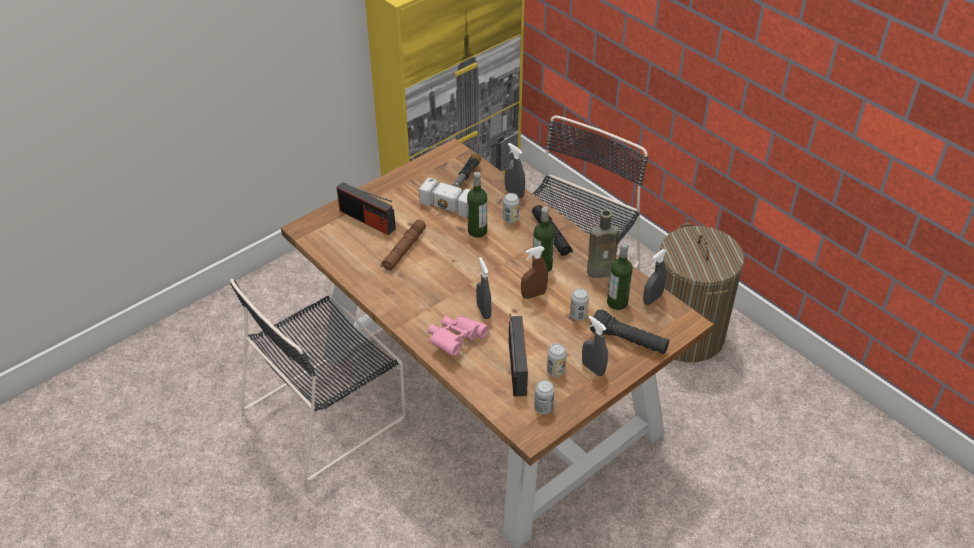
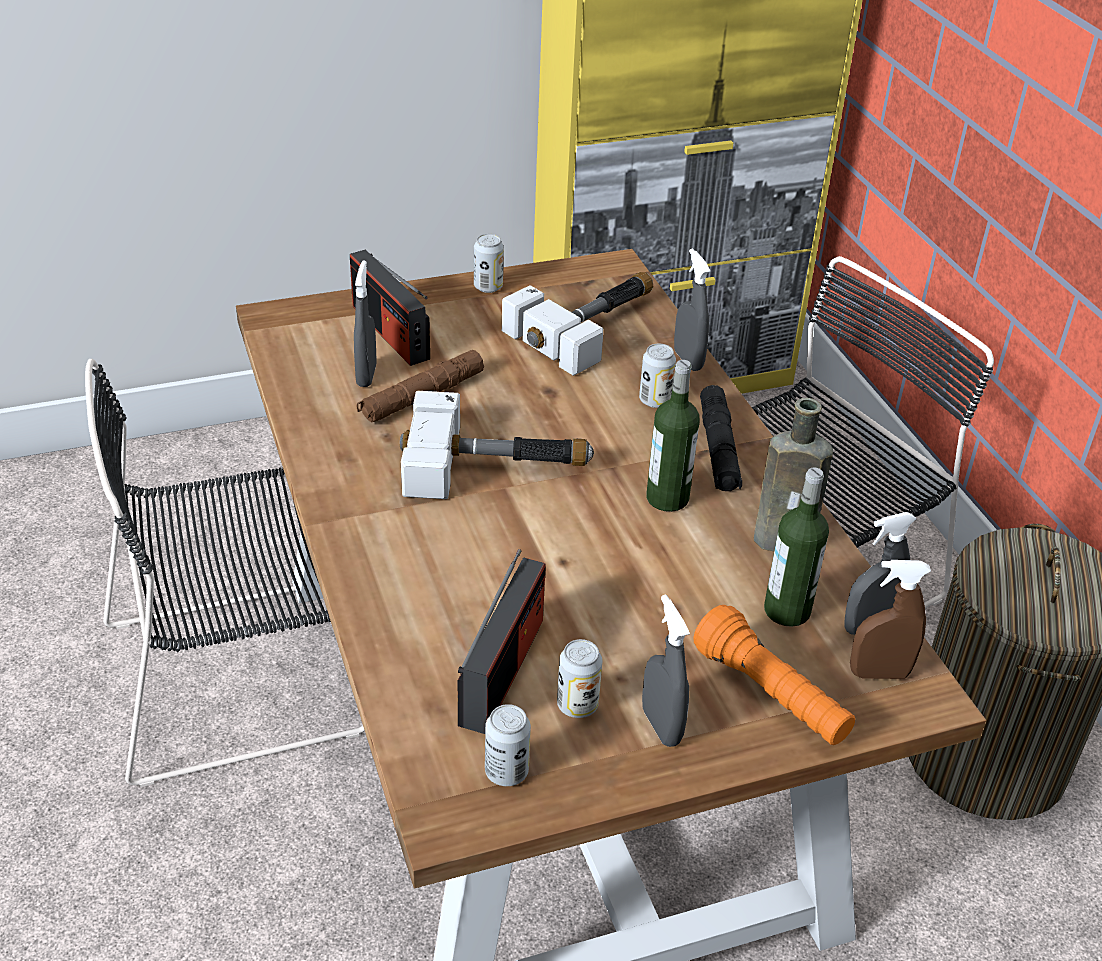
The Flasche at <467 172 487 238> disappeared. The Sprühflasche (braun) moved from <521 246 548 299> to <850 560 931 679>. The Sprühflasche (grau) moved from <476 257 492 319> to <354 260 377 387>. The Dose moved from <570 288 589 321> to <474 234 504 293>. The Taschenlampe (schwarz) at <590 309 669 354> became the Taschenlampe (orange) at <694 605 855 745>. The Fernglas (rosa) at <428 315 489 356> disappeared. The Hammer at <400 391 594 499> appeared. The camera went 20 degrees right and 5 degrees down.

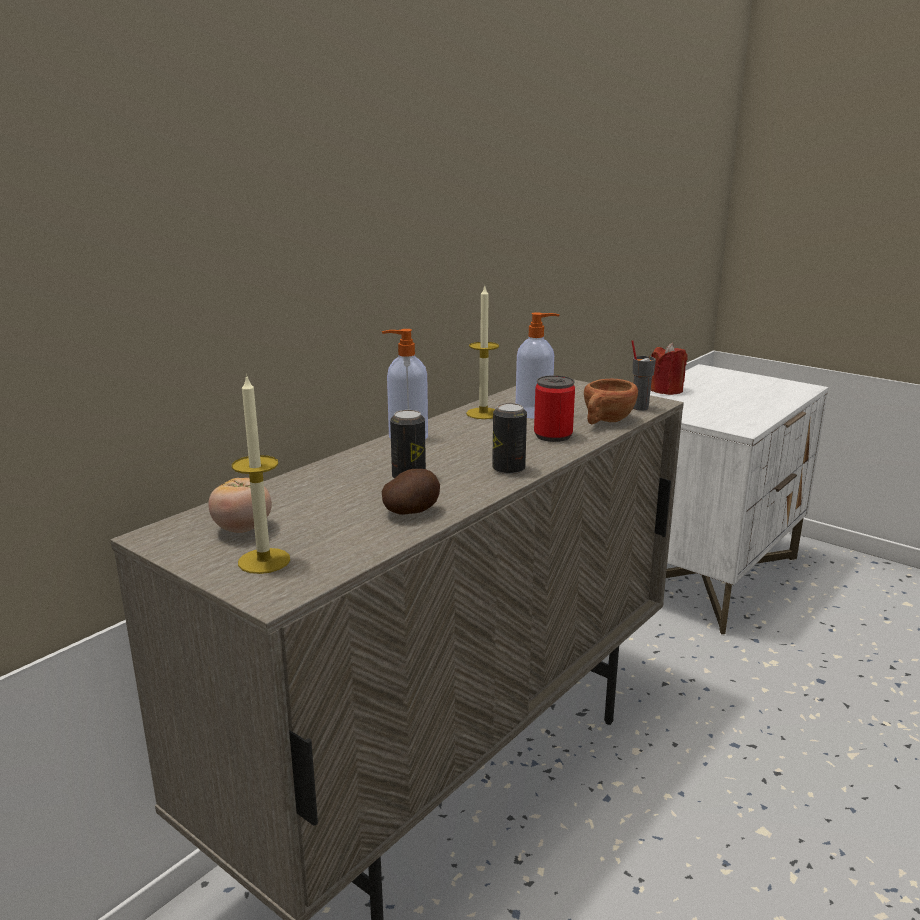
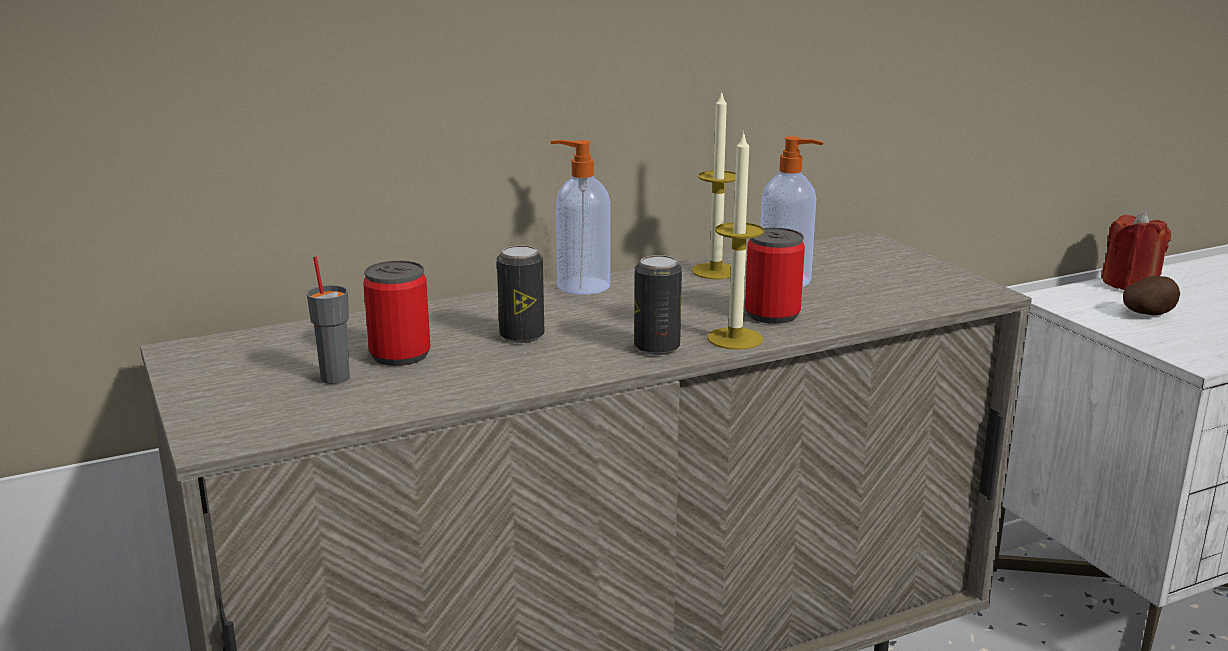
The Tasse (grau) moved from <631 340 656 411> to <307 256 350 384>. The Kerze moved from <232 374 290 574> to <707 131 764 350>. The Tasse (braun) at <584 379 638 424> disappeared. The Kartoffel moved from <382 469 440 514> to <1123 276 1180 315>. The Tomate at <208 478 272 533> disappeared. The Dose at <363 261 430 366> appeared. The camera went 25 degrees right and 0 degrees up.

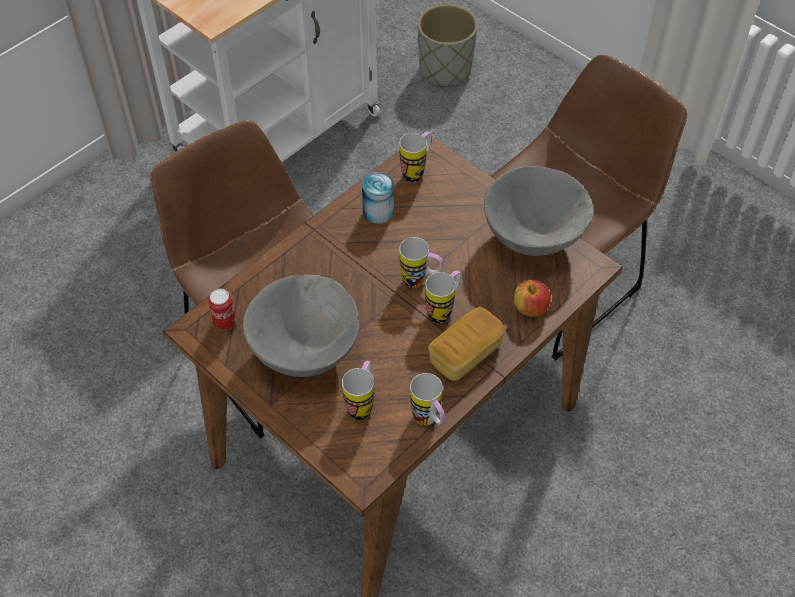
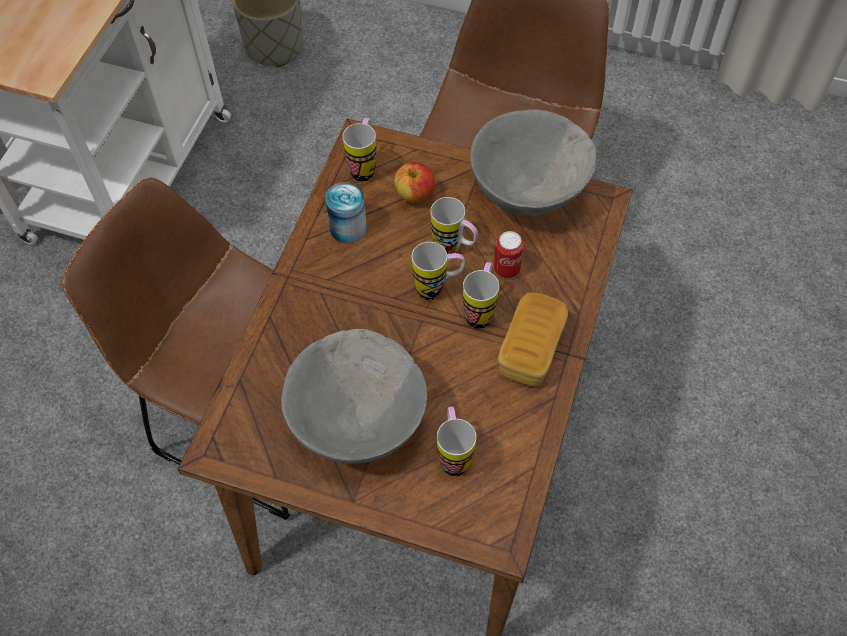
The Apfel moved from <514 279 551 317> to <394 162 435 203>. The Dose moved from <208 289 236 330> to <494 231 524 278>. The Henkelbecher moved from <410 373 445 425> to <430 197 478 254>. The camera went 25 degrees left and 5 degrees up.

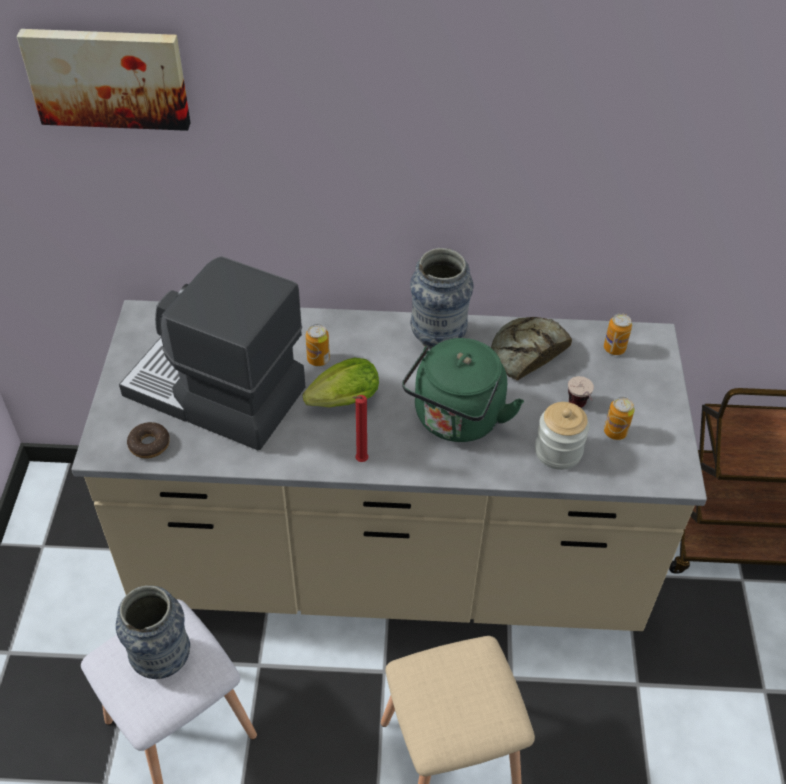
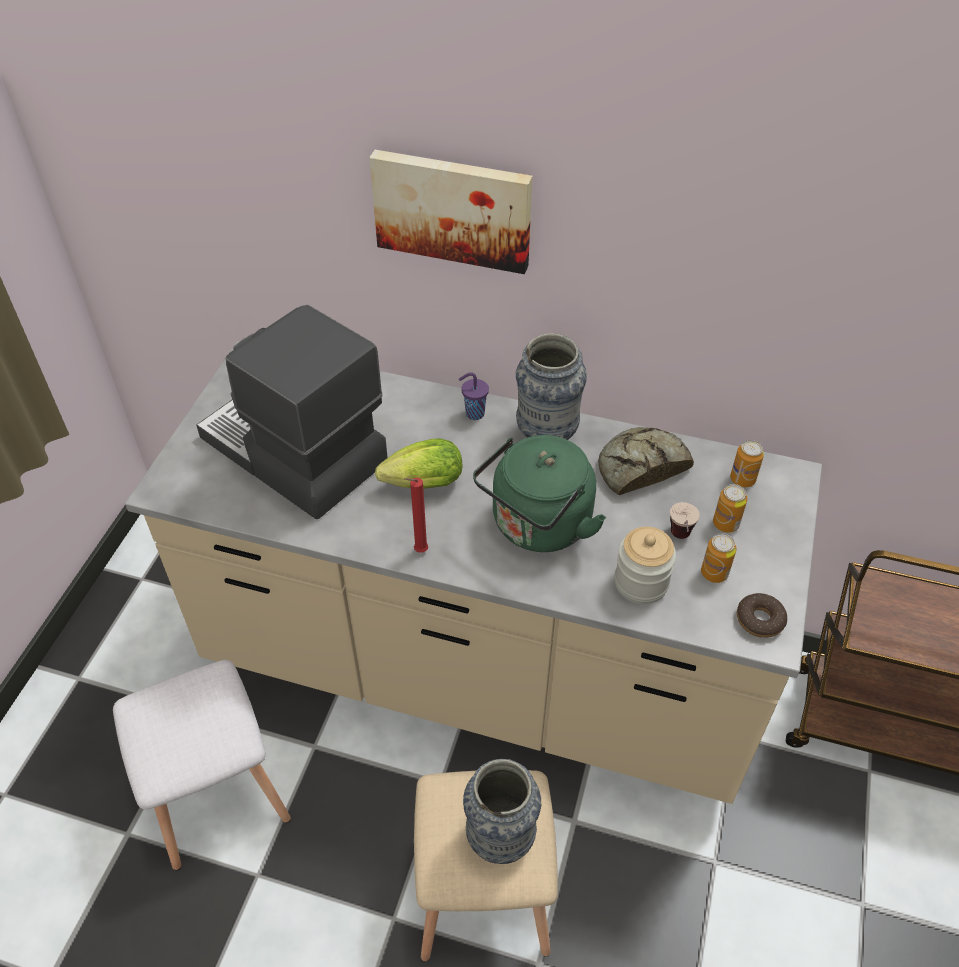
The Bild moved from <17 29 191 131> to <369 150 532 274>. The Dose moved from <306 324 330 366> to <713 484 747 532>. The Donut moved from <127 422 170 459> to <737 593 787 638>. The Vase moved from <116 585 190 679> to <463 759 541 864>. The Tasse (lila) at <459 372 489 420> appeared. The camera went 15 degrees right and 0 degrees up.

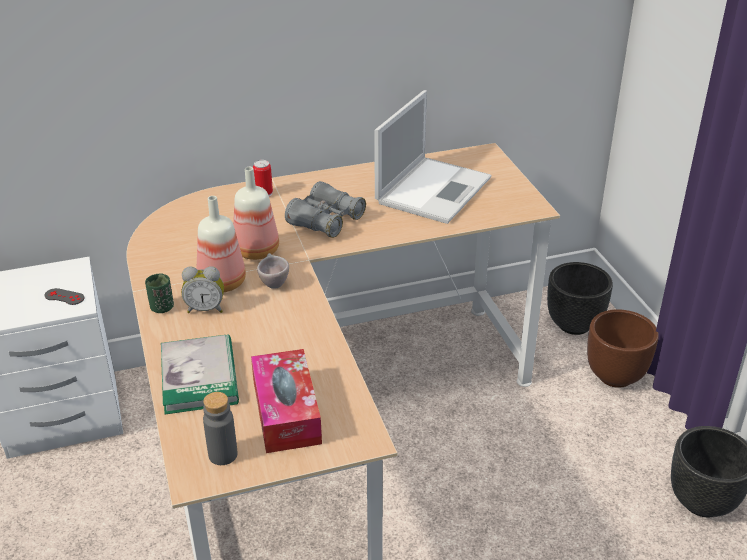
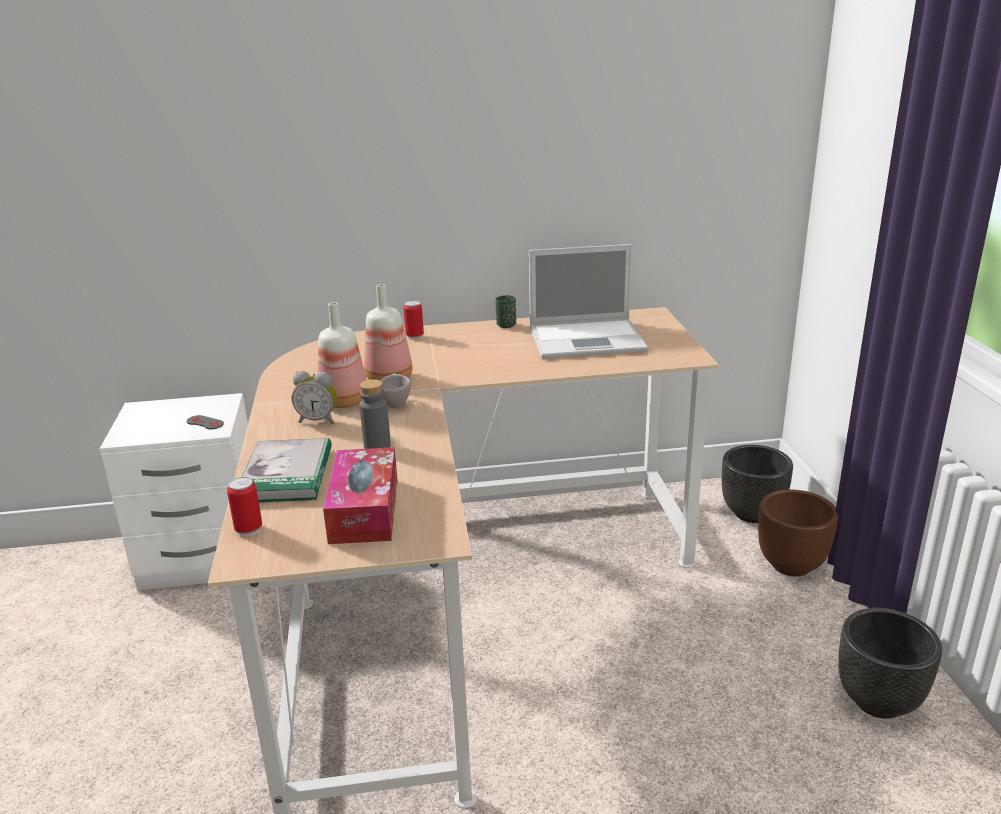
The Laptop at <374 90 492 224> turned 45 degrees clockwise. The Fernglas (grau) at <285 181 366 238> disappeared. The Tasse (grün) moved from <145 274 174 313> to <495 295 516 328>. The Flasche (grau) moved from <203 392 238 465> to <359 379 391 449>. The Dose at <227 477 262 537> appeared. The camera went 10 degrees right and 10 degrees down.

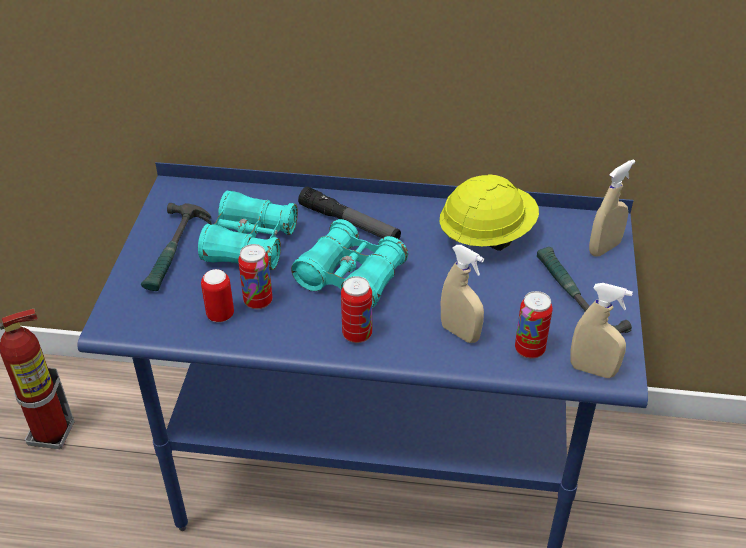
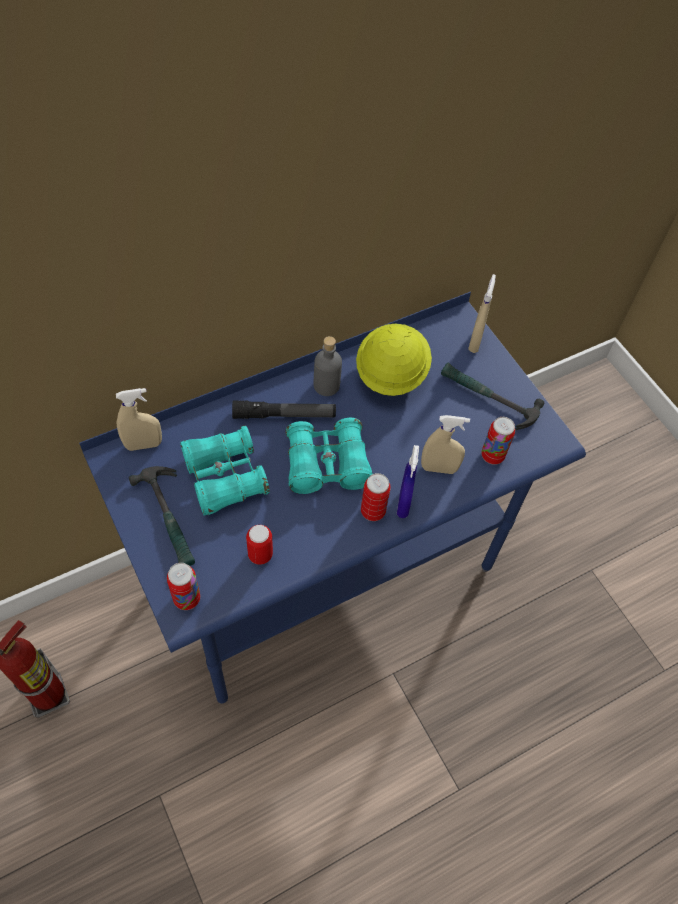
The Dose moved from <238 244 273 309> to <167 563 200 610>. The Sprühflasche (beige) moved from <571 283 633 378> to <116 388 162 451>. The Flasche (grau) at <314 336 342 396> appeared. The Sprühflasche (blau) at <397 445 419 518> appeared. The camera went 40 degrees left and 15 degrees up.

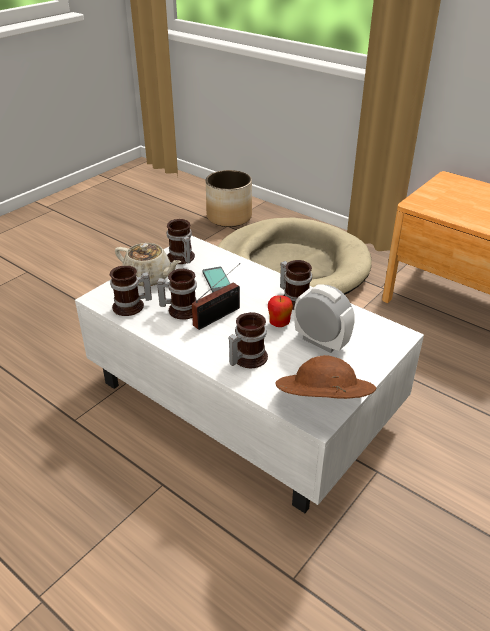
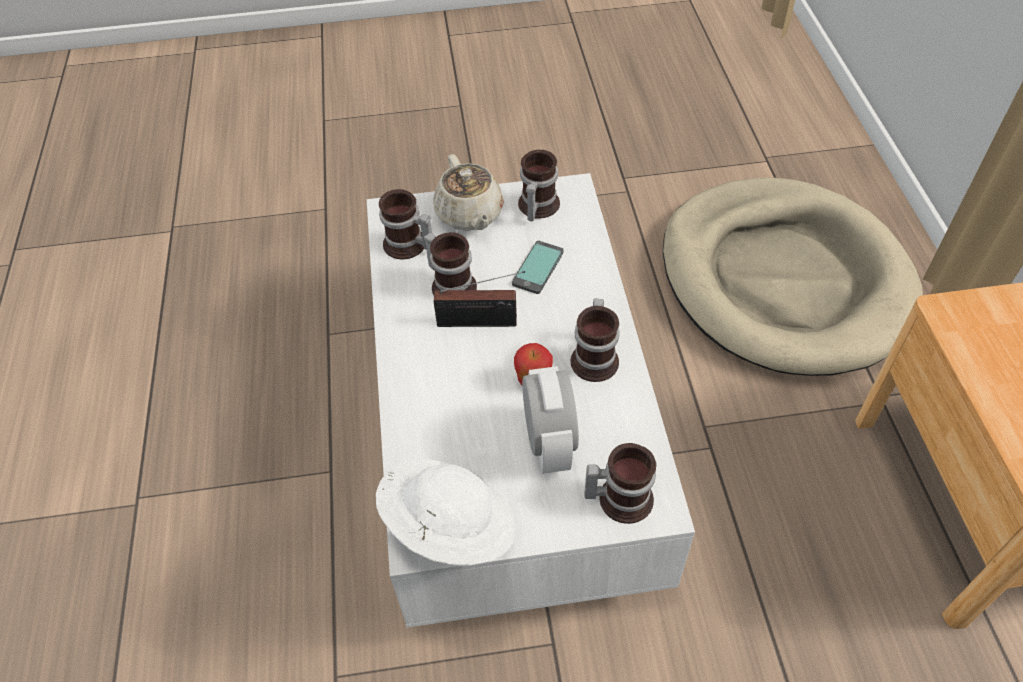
The Pflanzkübel at <206 170 252 227> disappeared. The Henkelbecher moved from <228 312 268 368> to <584 443 656 524>. The Hut (braun) at <275 355 376 399> became the Hut (weiß) at <376 460 515 565>. The camera went 45 degrees right and 15 degrees up.

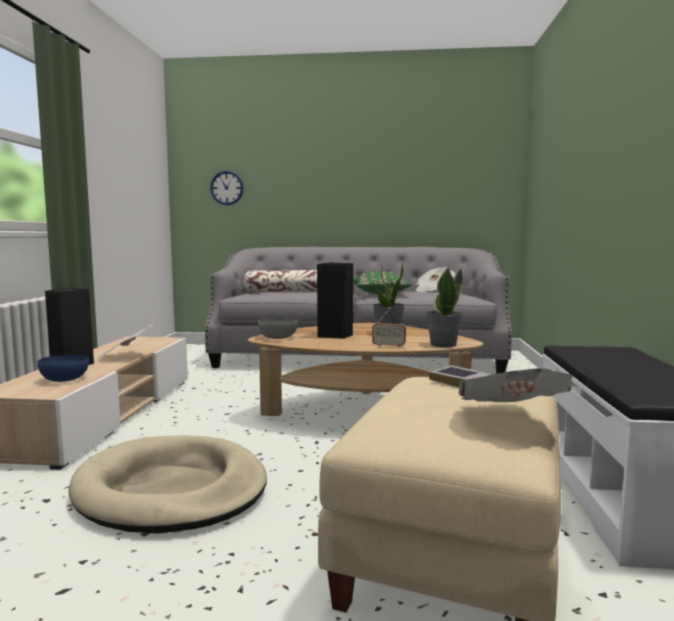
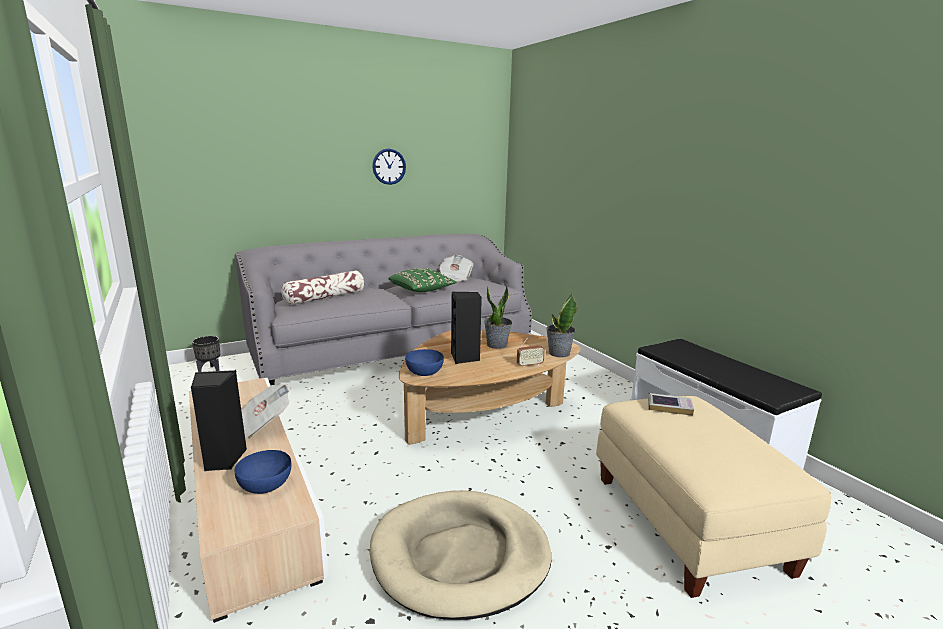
The Wanduhr moved from <210 171 243 205> to <372 149 406 185>. The Schüssel (grau) at <258 317 298 339> became the Schüssel (blau) at <405 349 444 376>. The Zeitung at <458 368 573 402> disappeared. The Pflanzkübel (schwarz) at <192 336 220 372> appeared. The camera went 35 degrees left and 10 degrees up.

